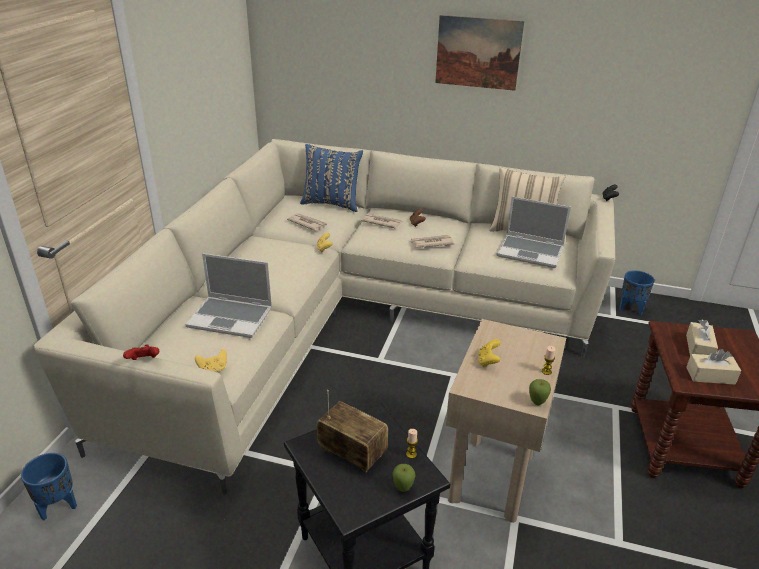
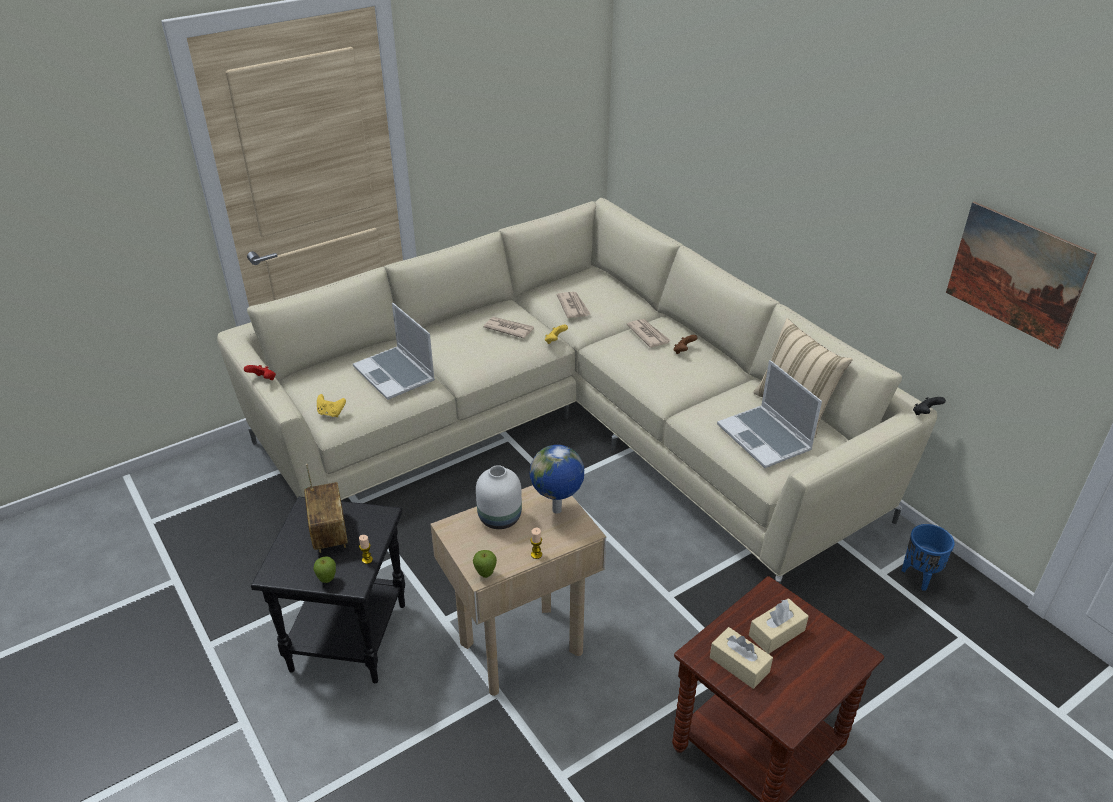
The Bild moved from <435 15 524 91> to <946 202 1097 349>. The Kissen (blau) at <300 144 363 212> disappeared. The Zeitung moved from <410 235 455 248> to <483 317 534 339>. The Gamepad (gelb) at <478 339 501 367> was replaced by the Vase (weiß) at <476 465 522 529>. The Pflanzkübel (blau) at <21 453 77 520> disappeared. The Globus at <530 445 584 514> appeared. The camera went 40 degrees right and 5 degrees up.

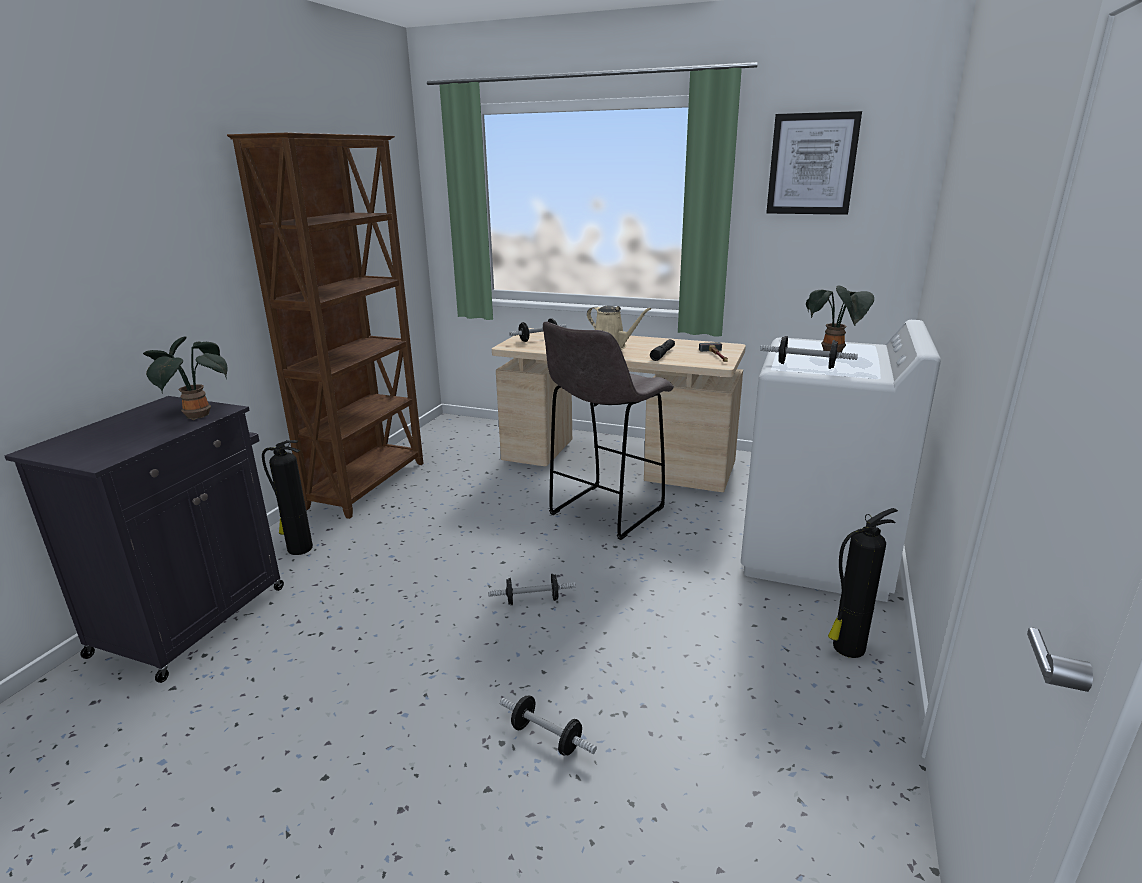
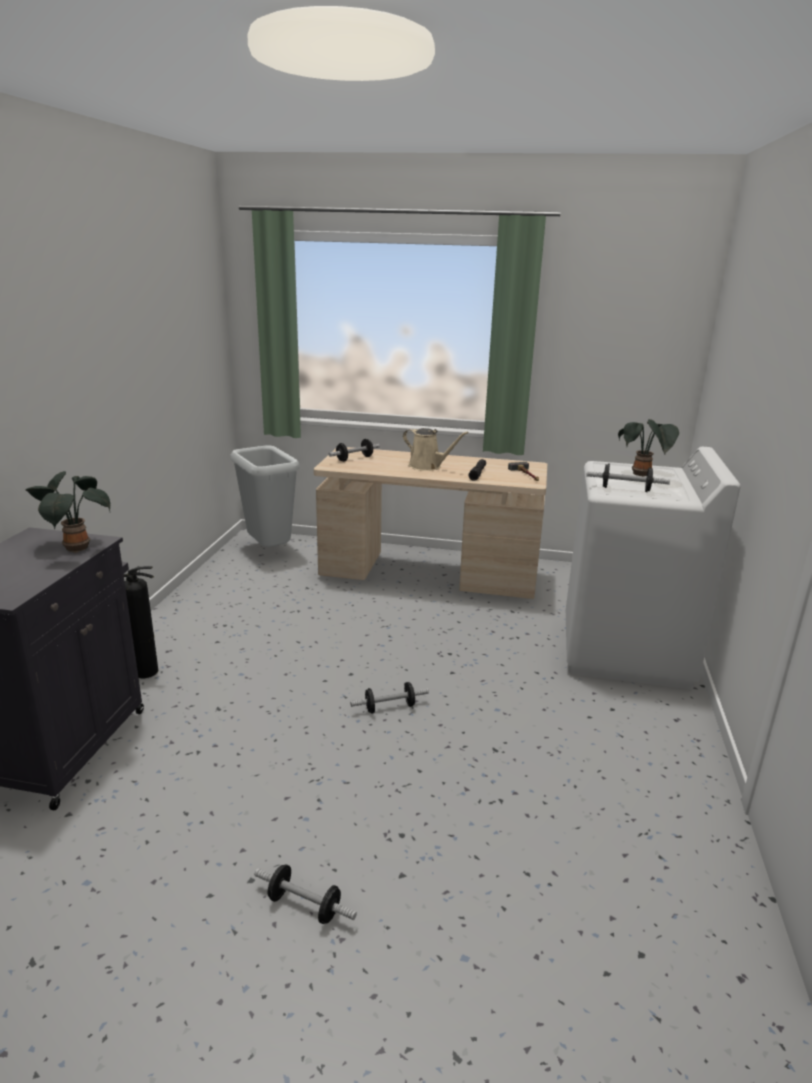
The Bild at <766 111 862 215> disappeared. The Bücherregal (braun) at <227 133 424 519> disappeared. The Hocker (grau) at <543 322 674 540> disappeared. The Feuerlöscher at <828 508 898 658> disappeared. The Hantel moved from <500 695 597 756> to <255 865 357 924>. The Mülleimer (grau) at <230 445 300 547> appeared. The camera went 10 degrees left and 0 degrees up.

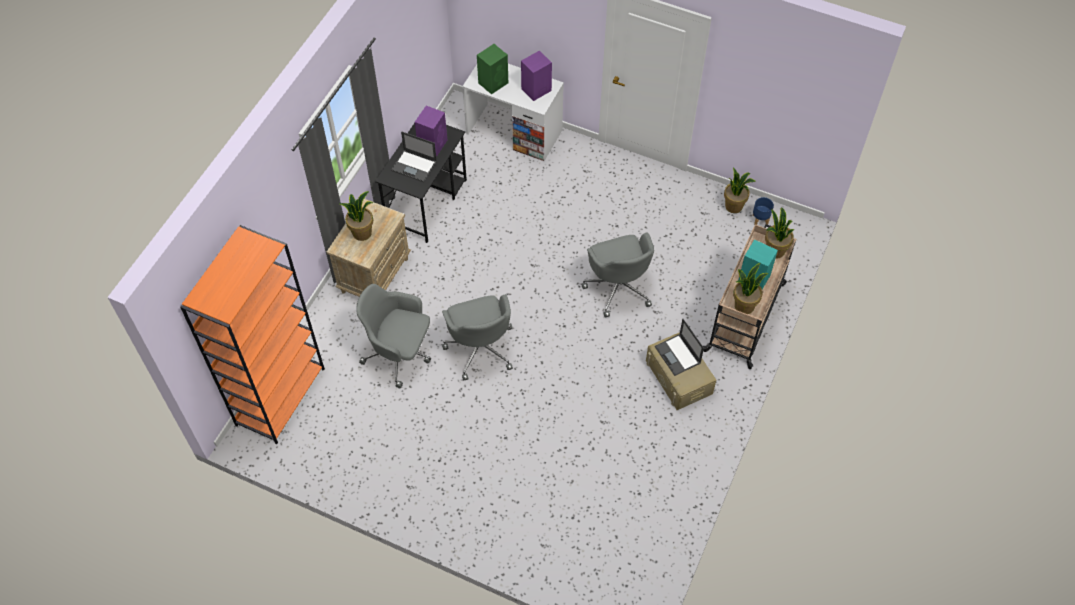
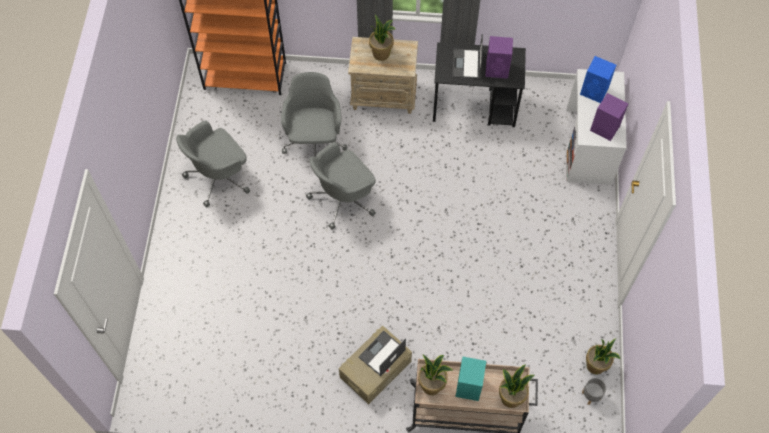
The Lautsprecher (grün) at <477 44 508 94> became the Lautsprecher (blau) at <580 56 616 103>. The Pflanzkübel (blau) at <753 197 774 225> became the Pflanzkübel (grau) at <582 378 606 405>. The Bürostuhl (grau) moved from <582 233 654 317> to <176 120 250 207>. The camera went 70 degrees right and 5 degrees up.

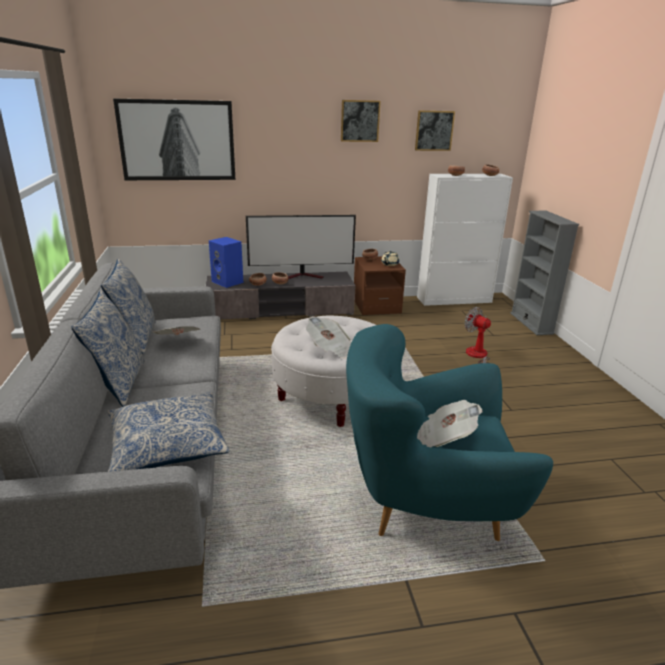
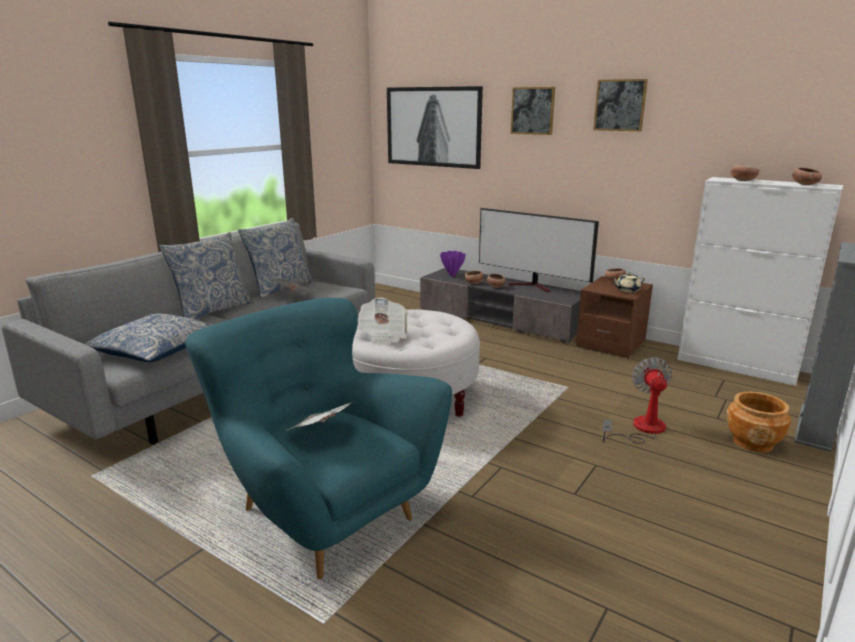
The Bild moved from <415 110 455 151> to <511 87 555 135>. The Lautsprecher (blau) at <209 237 243 288> was replaced by the Vase (lila) at <440 251 466 276>. The Pflanzkübel (braun) at <727 392 791 453> appeared. The camera went 45 degrees right and 5 degrees down.

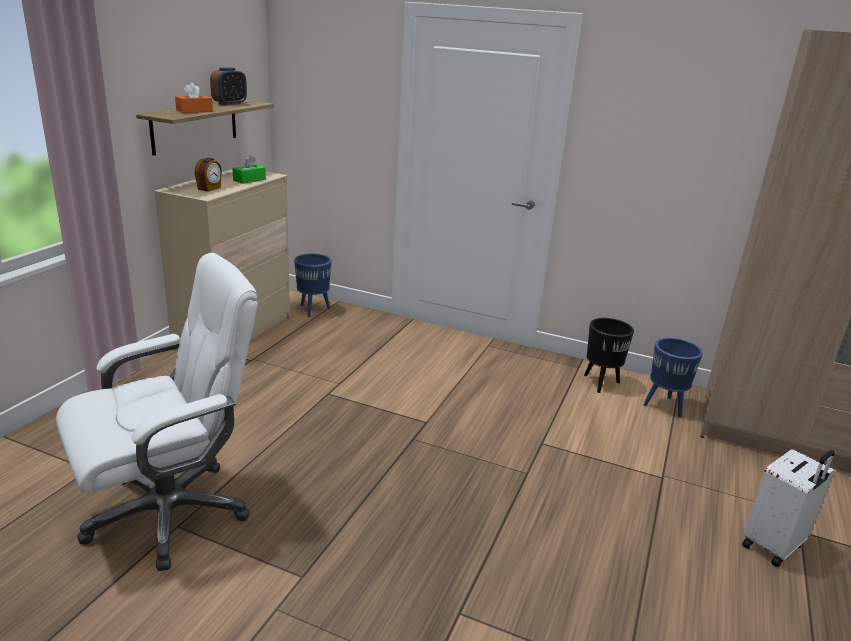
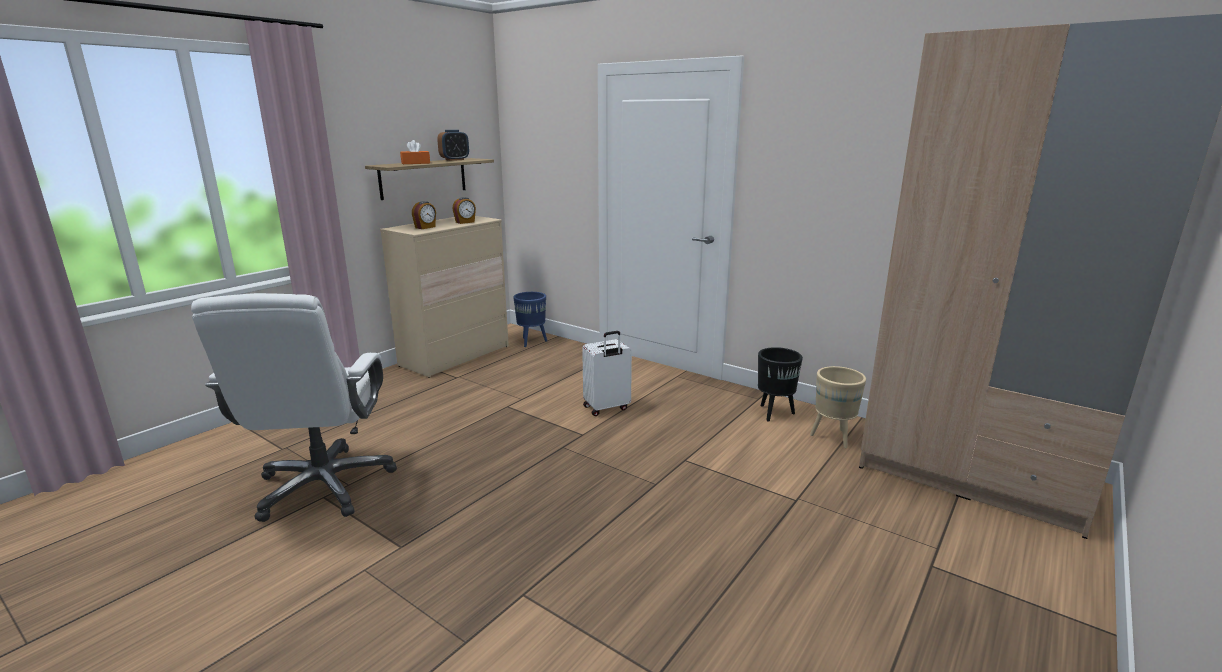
The Taschentuchbox (grün) at <232 155 266 184> was replaced by the Wecker at <452 197 476 224>. The Bürostuhl (weiß) at <56 253 258 571> turned 105 degrees clockwise. The Pflanzkübel (blau) at <643 338 703 417> became the Pflanzkübel (beige) at <810 366 866 448>. The Koffer (weiß) moved from <742 449 835 567> to <582 331 632 416>. The camera went 15 degrees right and 5 degrees down.

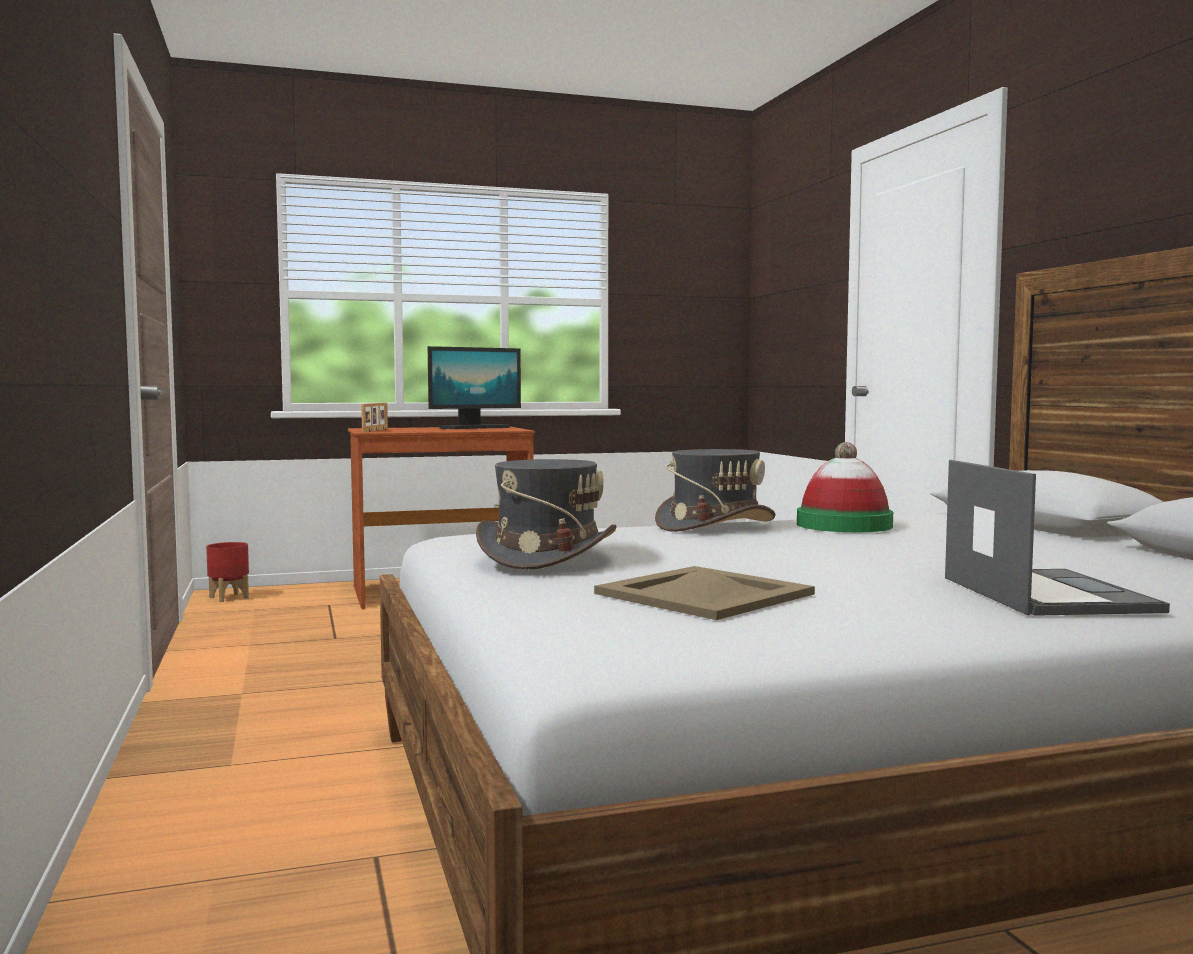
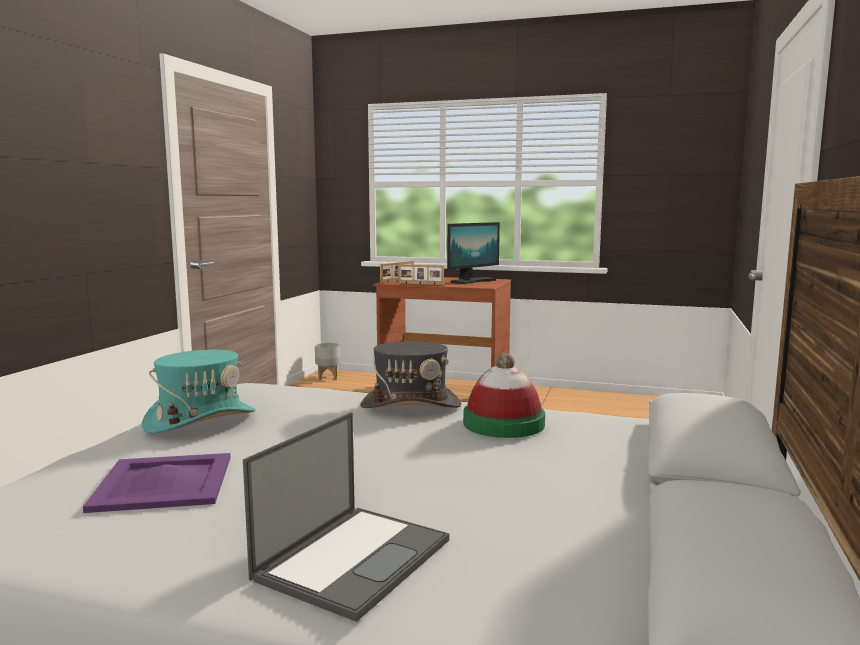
The Monitor at <428 346 521 429> turned 45 degrees counterclockwise. The Hut (grau) at <476 459 616 570> became the Hut (türkis) at <142 350 256 434>. The Pflanzkübel (rot) at <206 542 249 602> became the Pflanzkübel (grau) at <315 343 340 380>. The Tablett (beige) at <594 566 815 620> became the Tablett (lila) at <83 453 231 513>. The Bilderrahmen at <398 264 444 285> appeared. The camera went 35 degrees right and 5 degrees up.

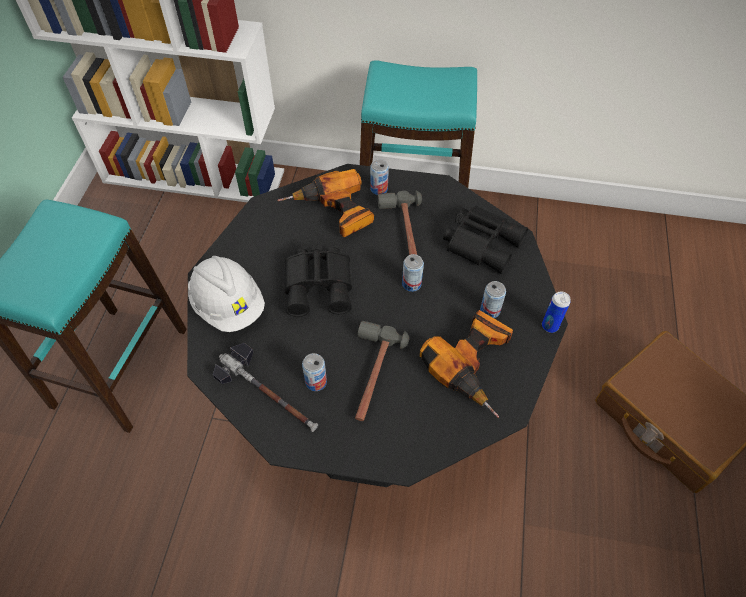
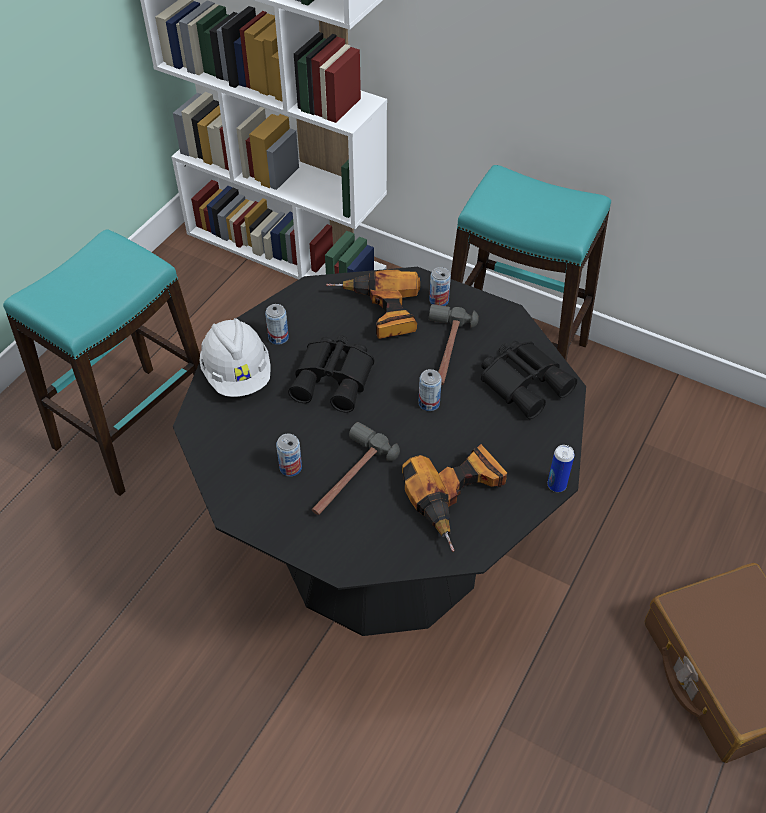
The Dose moved from <480 281 506 318> to <265 304 289 345>. The Hammer at <213 343 318 432> disappeared. The camera went 20 degrees right and 5 degrees down.

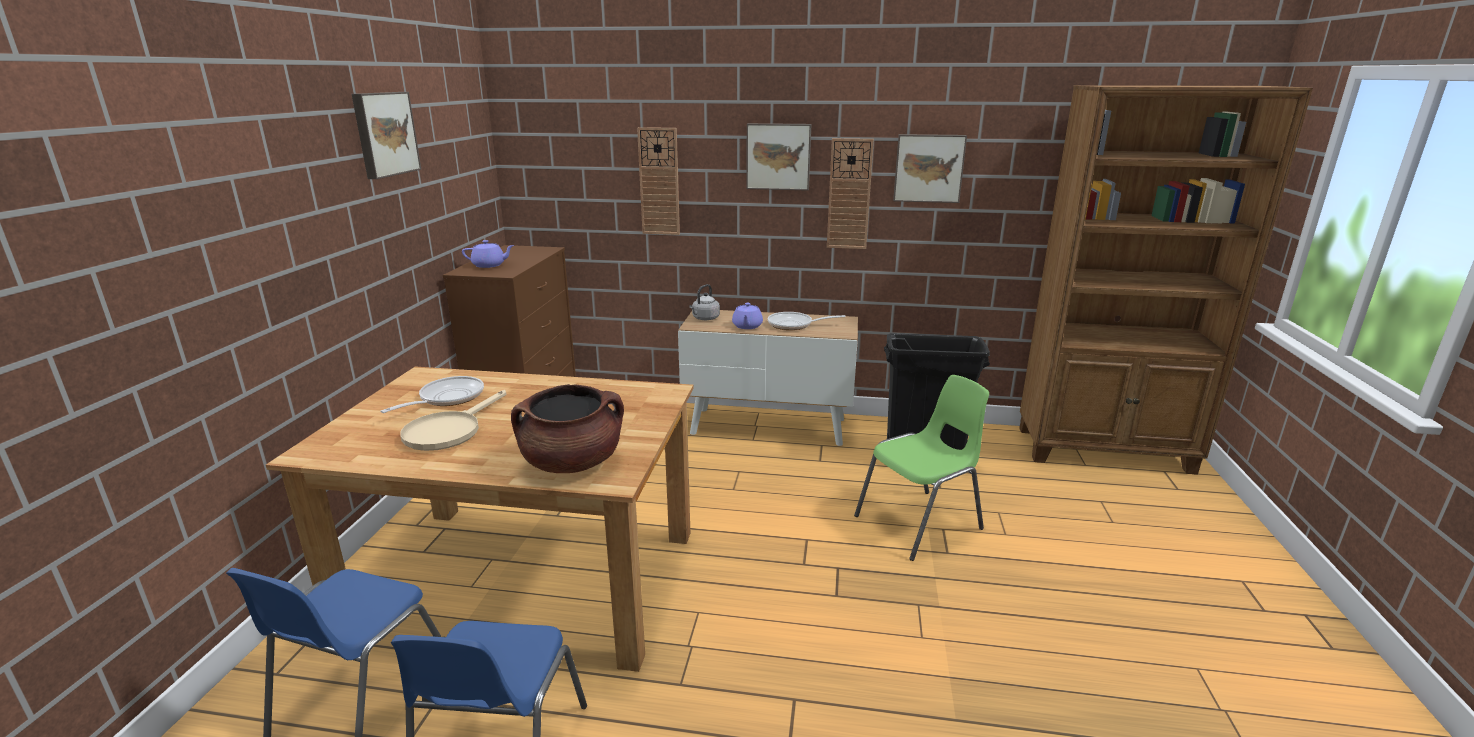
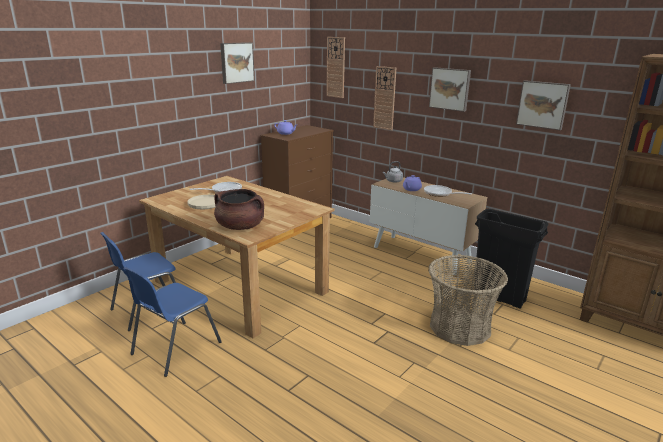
The Wanduhr moved from <827 138 874 249> to <326 37 345 98>. The Stuhl (grün) at <854 375 989 561> was replaced by the Korb at <428 255 508 346>. The camera went 30 degrees right and 0 degrees up.

